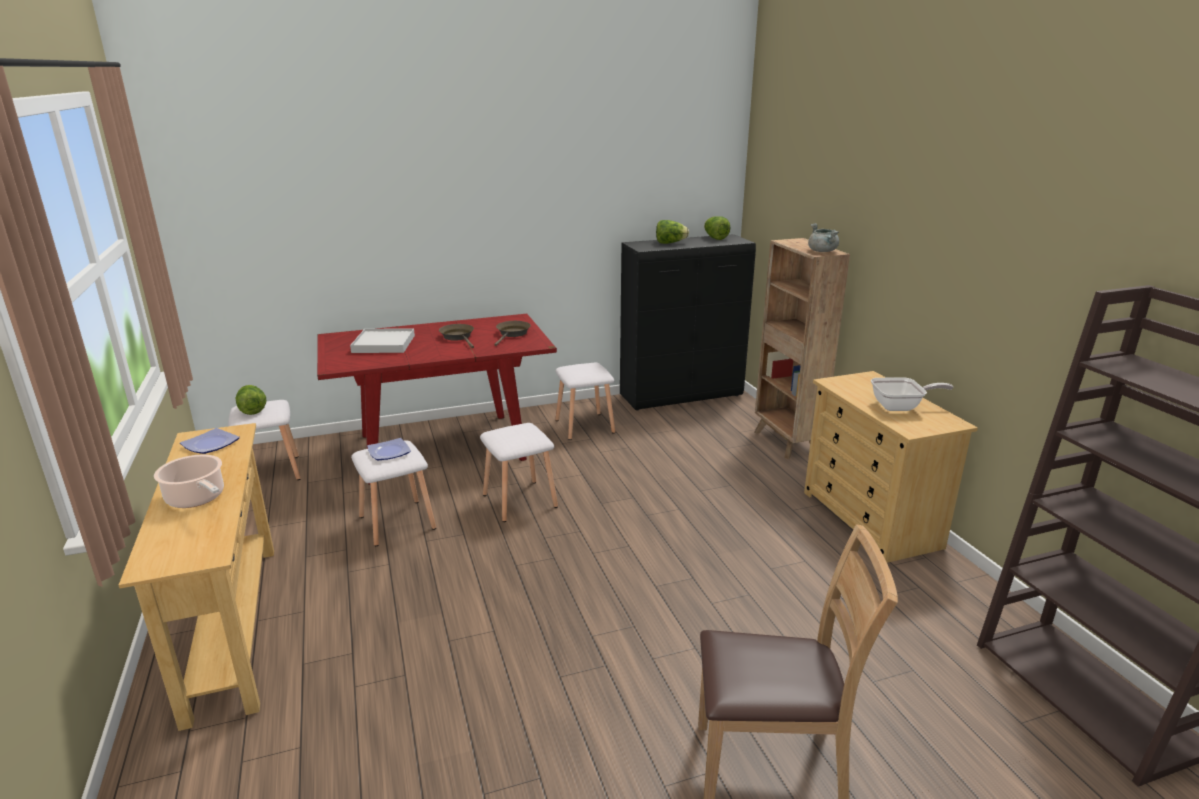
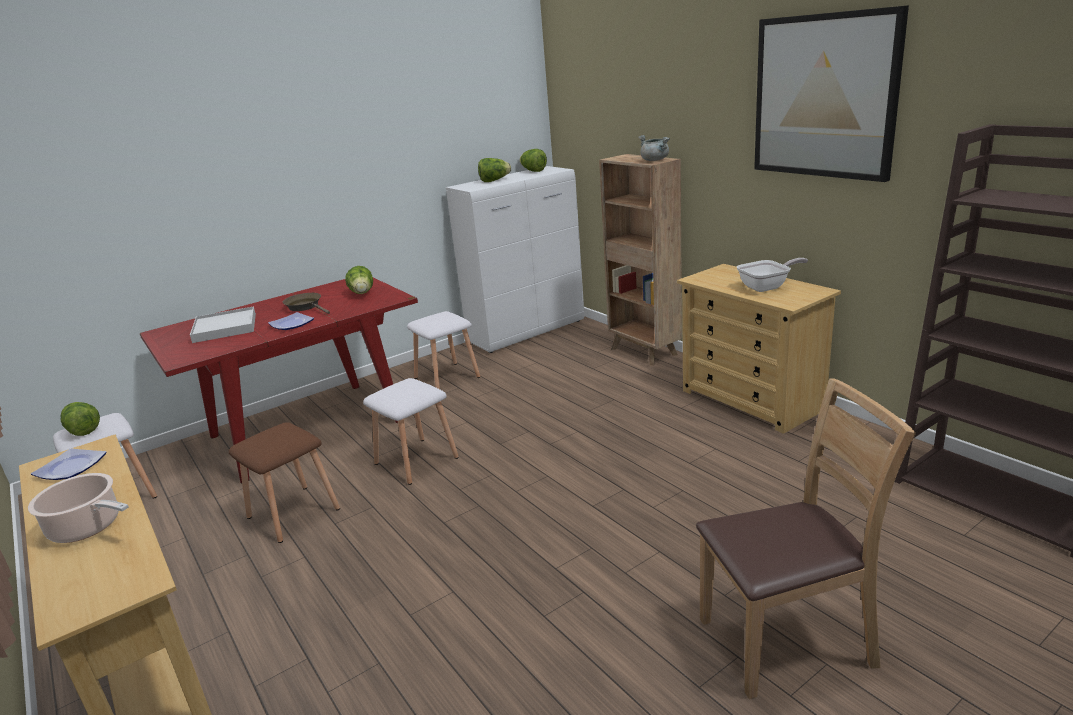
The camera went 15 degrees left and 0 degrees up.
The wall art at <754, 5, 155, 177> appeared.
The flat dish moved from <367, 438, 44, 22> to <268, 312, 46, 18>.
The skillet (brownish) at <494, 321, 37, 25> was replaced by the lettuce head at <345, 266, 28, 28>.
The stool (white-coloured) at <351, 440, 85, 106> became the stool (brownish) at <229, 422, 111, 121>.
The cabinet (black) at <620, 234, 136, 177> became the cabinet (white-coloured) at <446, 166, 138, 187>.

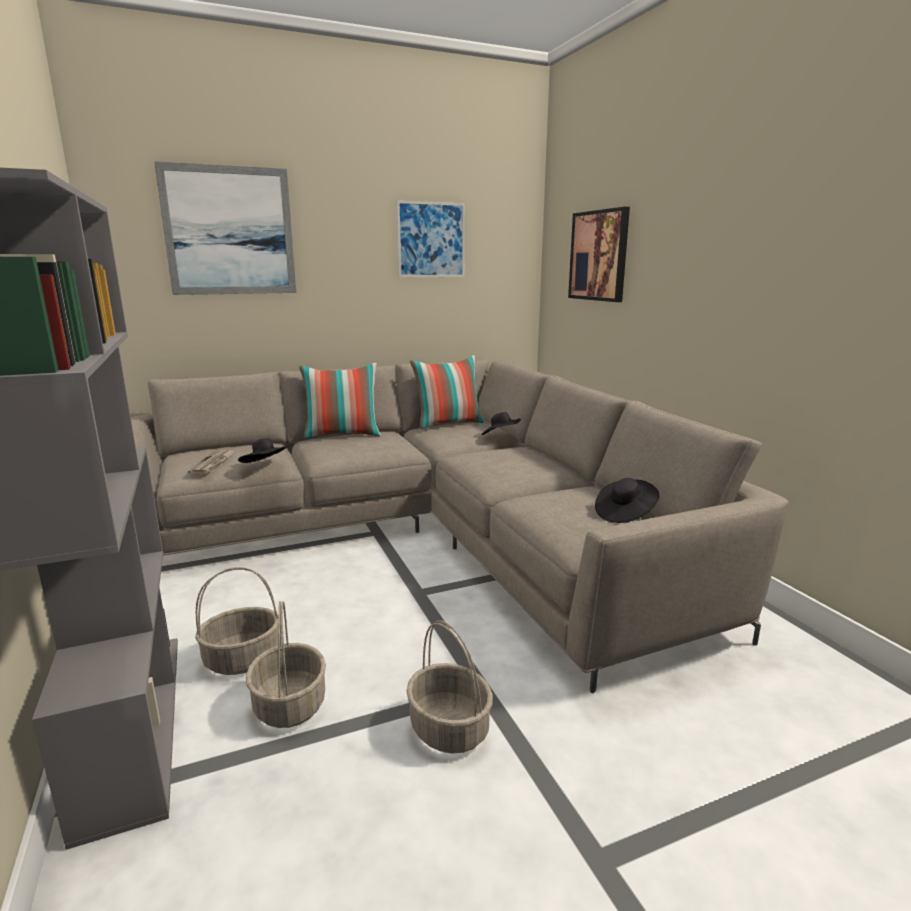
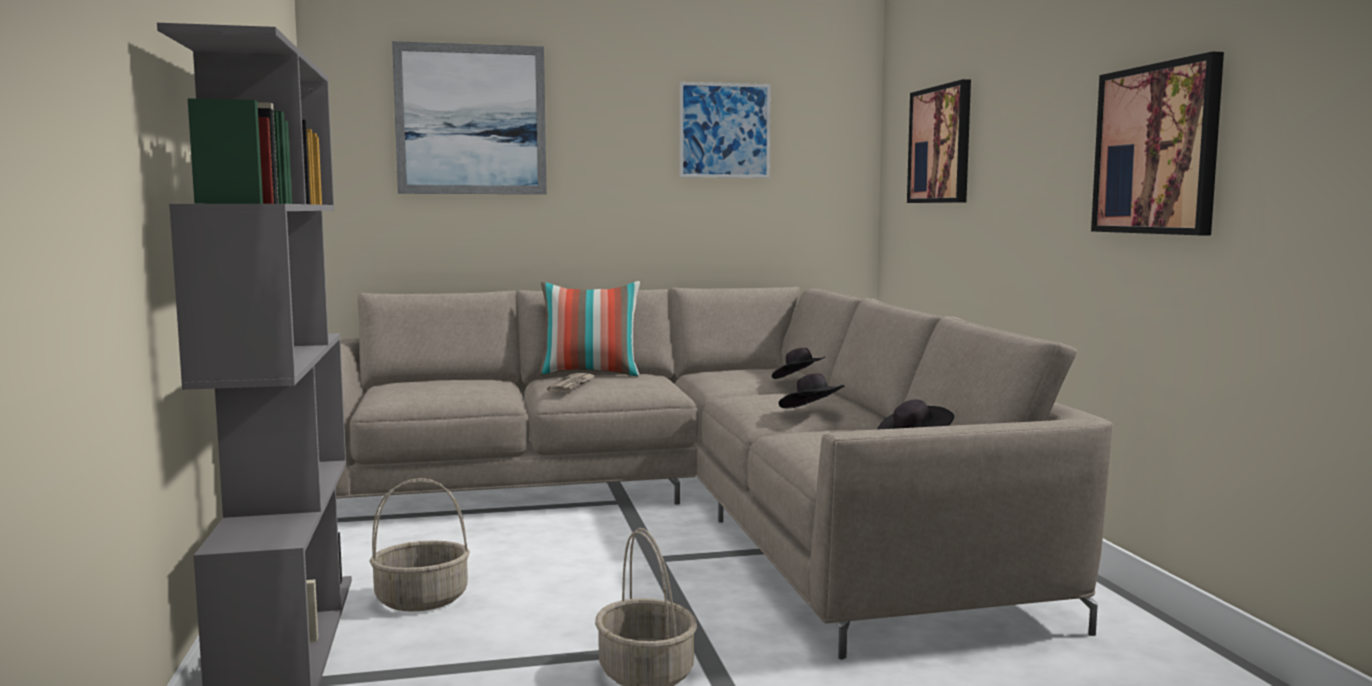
The camera went 10 degrees right and 10 degrees down.
The storage basket at <246, 601, 80, 127> disappeared.
The throw pillow at <410, 355, 74, 74> disappeared.
The wall art at <1091, 52, 133, 183> appeared.
The daily paper moved from <188, 450, 48, 25> to <547, 373, 49, 19>.
The hat (black) moved from <238, 438, 50, 25> to <779, 373, 65, 36>.

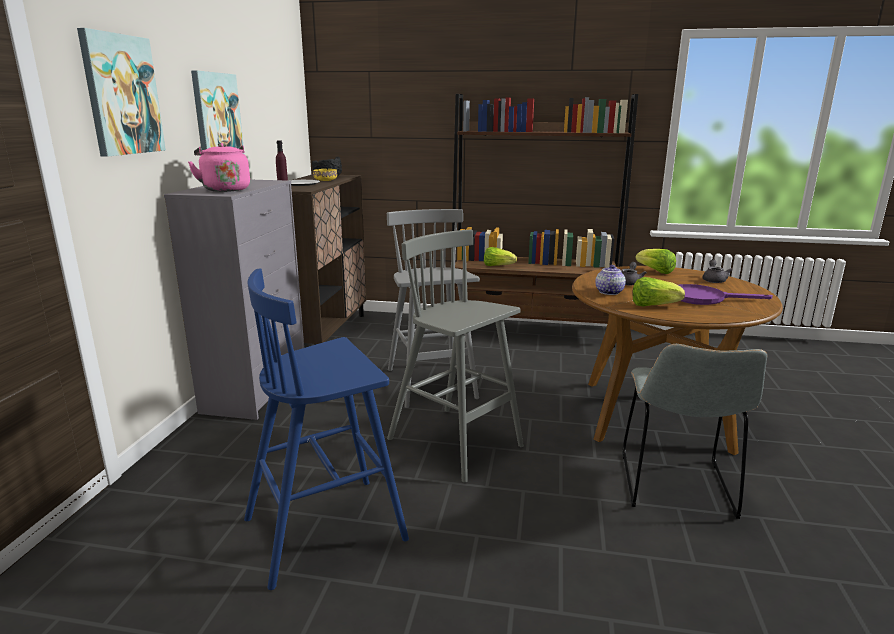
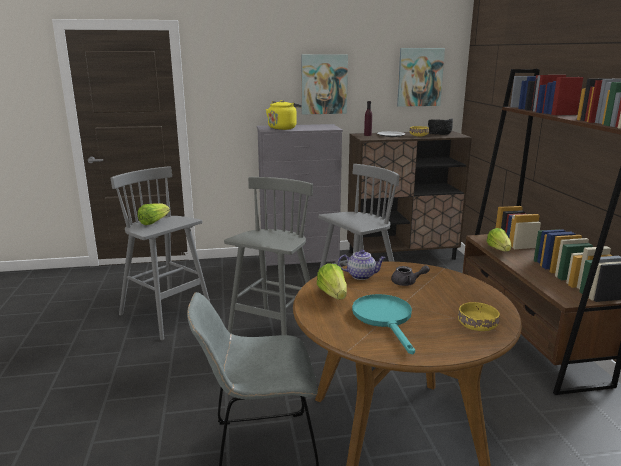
The camera went 70 degrees right and 0 degrees up.
The wall art moved from <77, 28, 89, 129> to <397, 48, 48, 59>.
The lettuce head moved from <635, 249, 41, 25> to <138, 203, 32, 22>.
The pot for tea (gray) at <702, 259, 30, 24> was replaced by the serving bowl (yellow) at <458, 302, 42, 29>.
The kettle (pink) at <188, 143, 62, 49> became the kettle (yellow) at <266, 100, 36, 30>.
The stool (bluish) at <244, 269, 165, 321> became the stool (gray) at <111, 166, 99, 174>.
The skillet (purple) at <679, 284, 94, 21> became the skillet (turquoise) at <352, 294, 63, 60>.

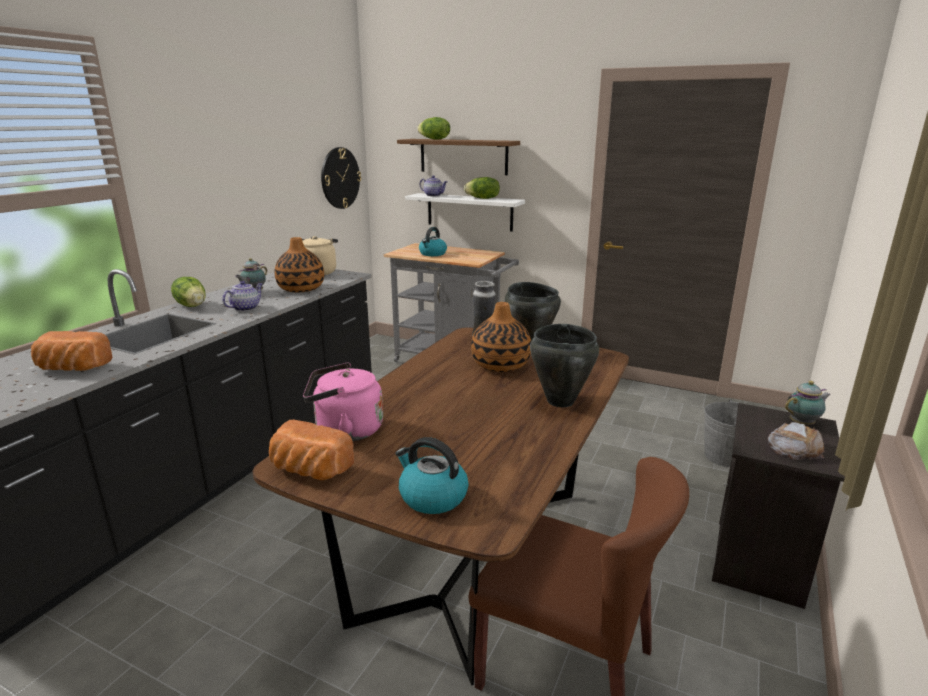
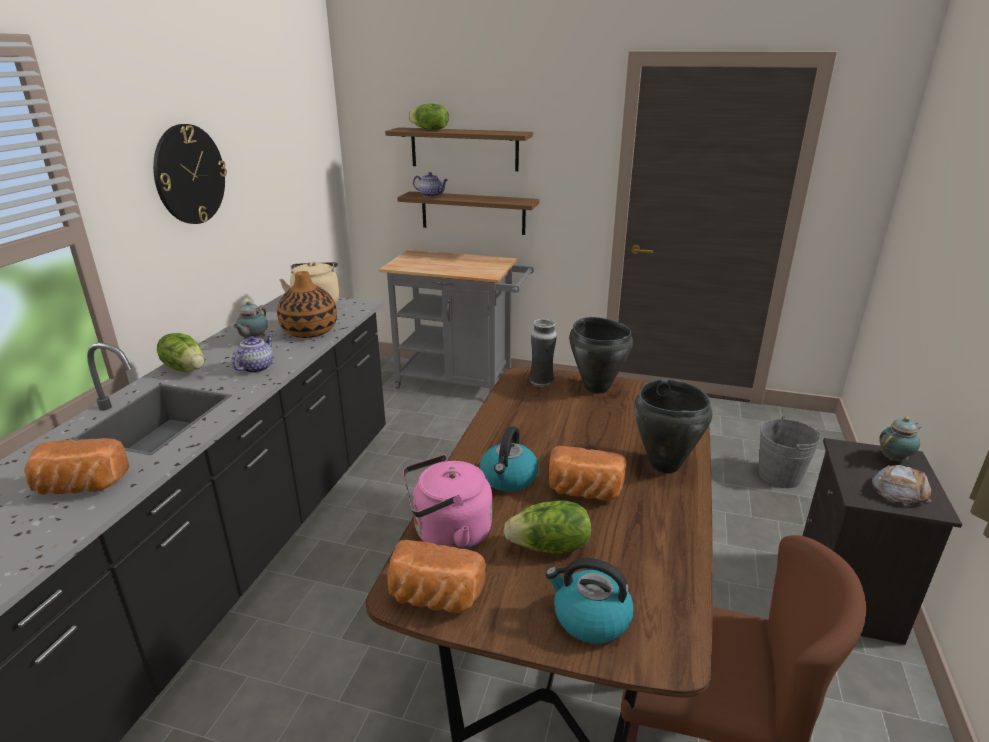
The camera went 10 degrees left and 5 degrees up.
The flower vase at <471, 302, 60, 70> disappeared.
The baked bread at <549, 446, 78, 55> appeared.
The hanging clock moved from <321, 147, 40, 62> to <153, 124, 74, 100>.
The kettle moved from <419, 227, 28, 29> to <480, 426, 59, 66>.
The lettuce head moved from <464, 177, 36, 22> to <504, 500, 87, 54>.
The shelf (white-coloured) at <405, 193, 120, 39> became the shelf (brownish) at <397, 191, 142, 44>.

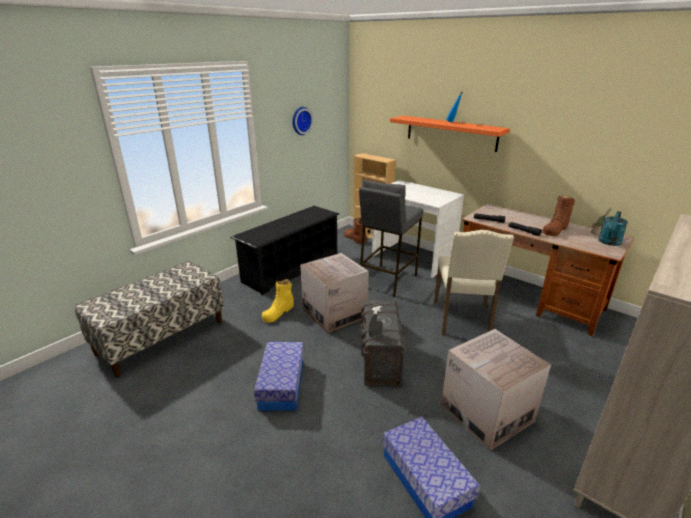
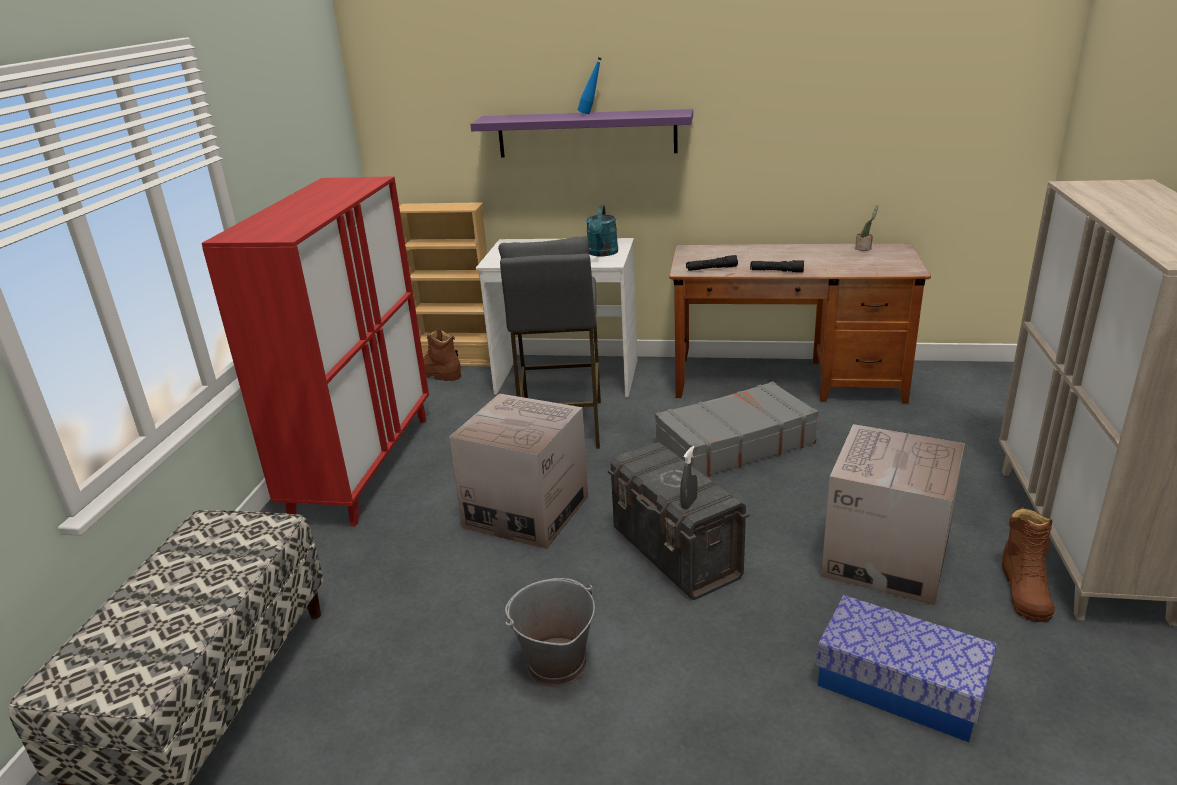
The camera went 30 degrees left and 0 degrees up.
The boot (yellow) at <262, 279, 32, 44> disappeared.
The hanging clock at <292, 107, 21, 28> disappeared.
The boot (brownish) moved from <542, 195, 33, 41> to <1002, 507, 53, 115>.
The watering can (turquoise) moved from <598, 211, 30, 35> to <586, 206, 32, 51>.
The shoe rack (black) at <230, 206, 109, 89> was replaced by the cabinet (red-coloured) at <202, 176, 227, 350>.
The storage container at <254, 342, 50, 69> was replaced by the bucket (gray) at <505, 578, 90, 109>.
The upright chair (beige-coloured) at <434, 230, 80, 106> was replaced by the piece of luggage (gray) at <655, 381, 163, 96>.
The shelf (orange-coloured) at <390, 116, 120, 36> became the shelf (purple) at <470, 109, 223, 49>.

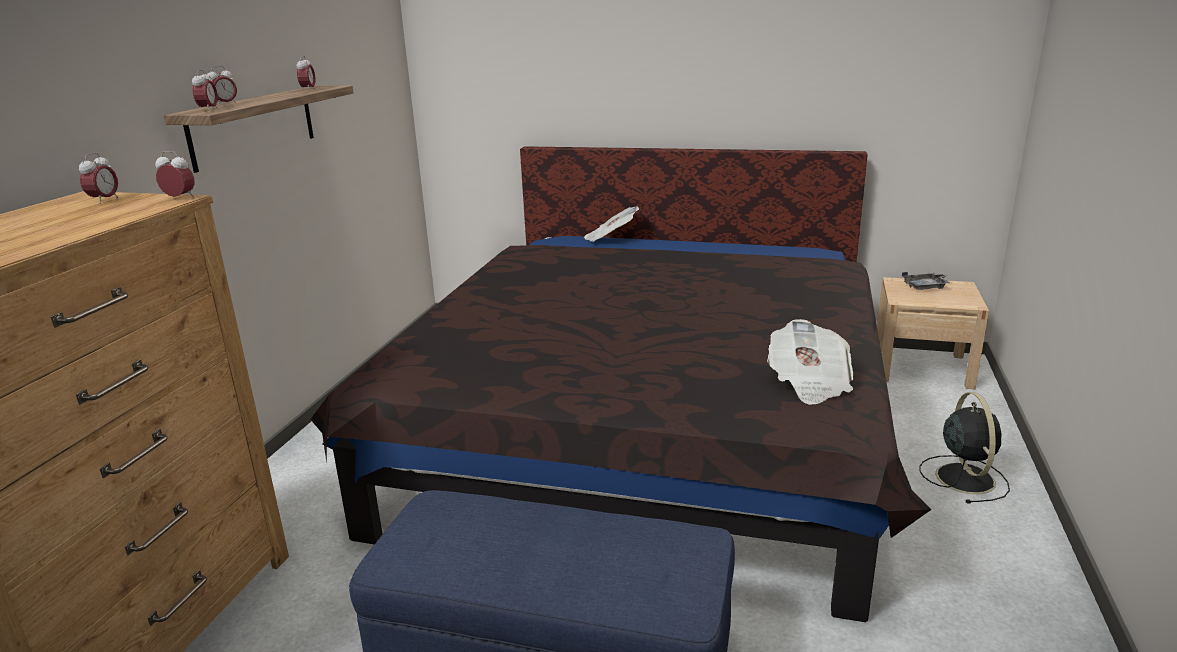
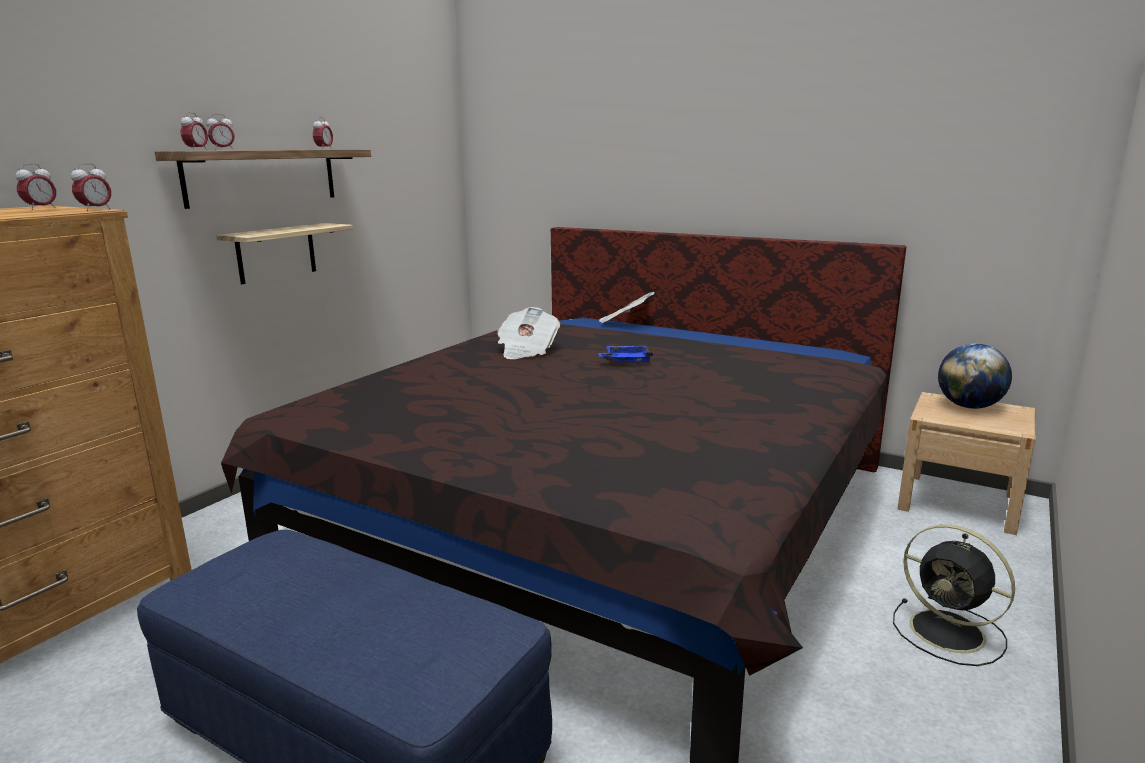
The camera went 15 degrees right and 5 degrees down.
The shelf at <216, 223, 137, 61> appeared.
The tray (bluish) at <598, 346, 55, 16> appeared.
The daily paper moved from <767, 319, 86, 86> to <497, 307, 63, 52>.
The tray (gray) at <902, 272, 48, 18> was replaced by the globe at <938, 344, 74, 65>.
The bedside clock at <155, 151, 40, 47> turned 90 degrees clockwise.
The electric fan (black) at <919, 392, 91, 112> turned 120 degrees clockwise.

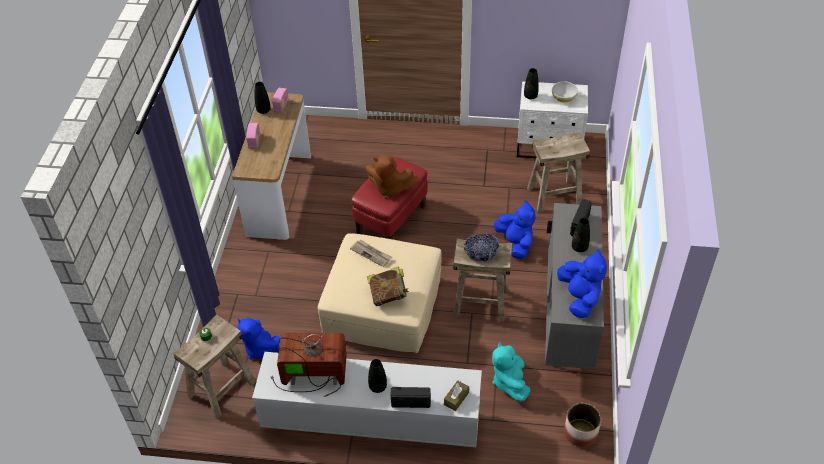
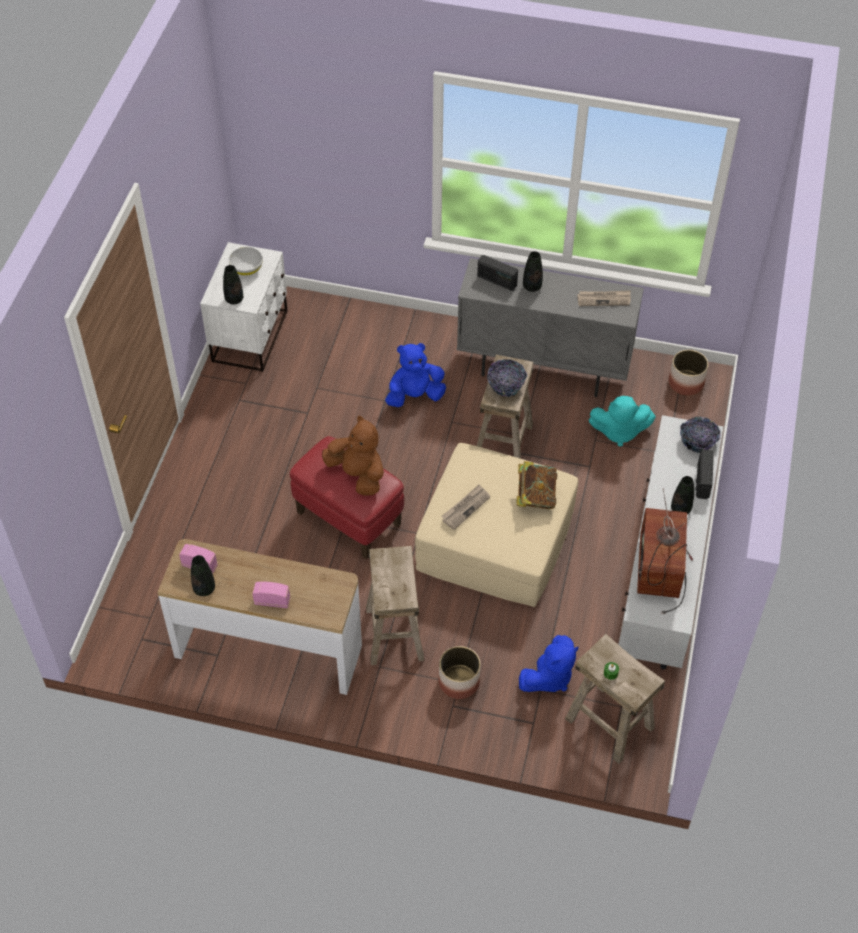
The camera went 85 degrees left and 5 degrees up.
The plant pot at <438, 646, 43, 53> appeared.
The stool (beige-coloured) moved from <527, 132, 63, 81> to <366, 546, 58, 119>.
The tissue holder (brownish) at <444, 380, 25, 31> was replaced by the serving bowl at <680, 417, 41, 36>.
The cuddly toy (bluish) at <557, 249, 50, 69> was replaced by the daily paper at <578, 290, 53, 16>.
The cuddly toy (brownish) at <366, 155, 53, 44> turned 75 degrees counterclockwise.

